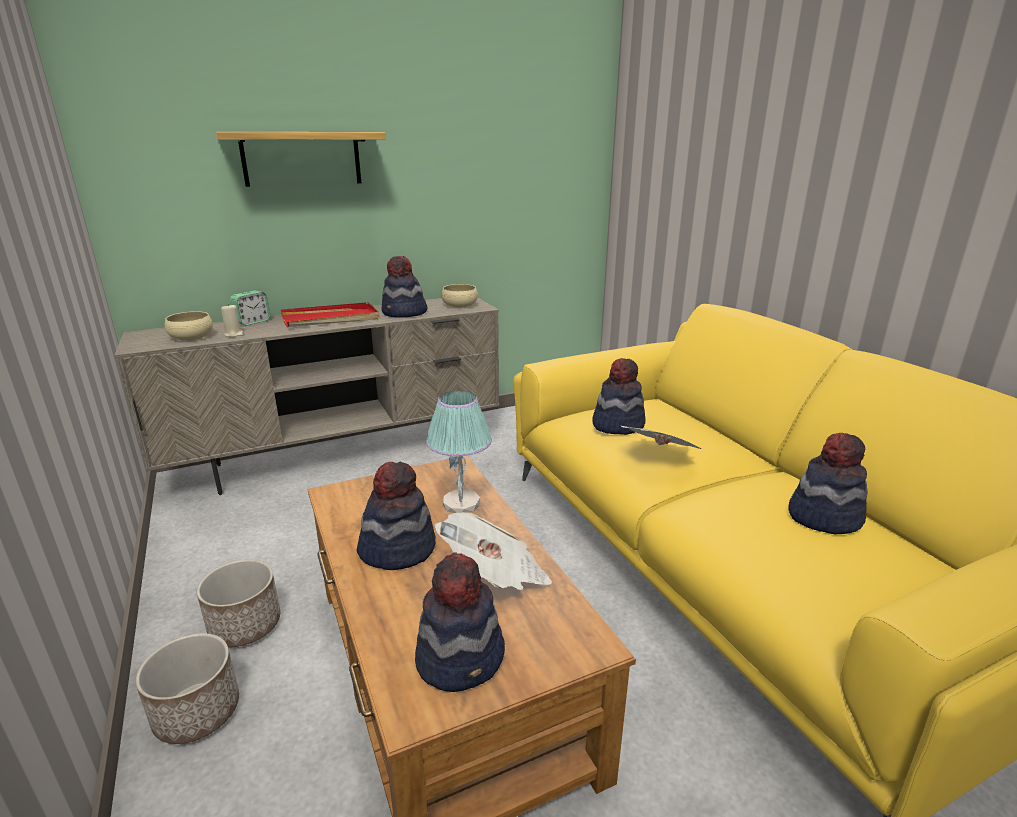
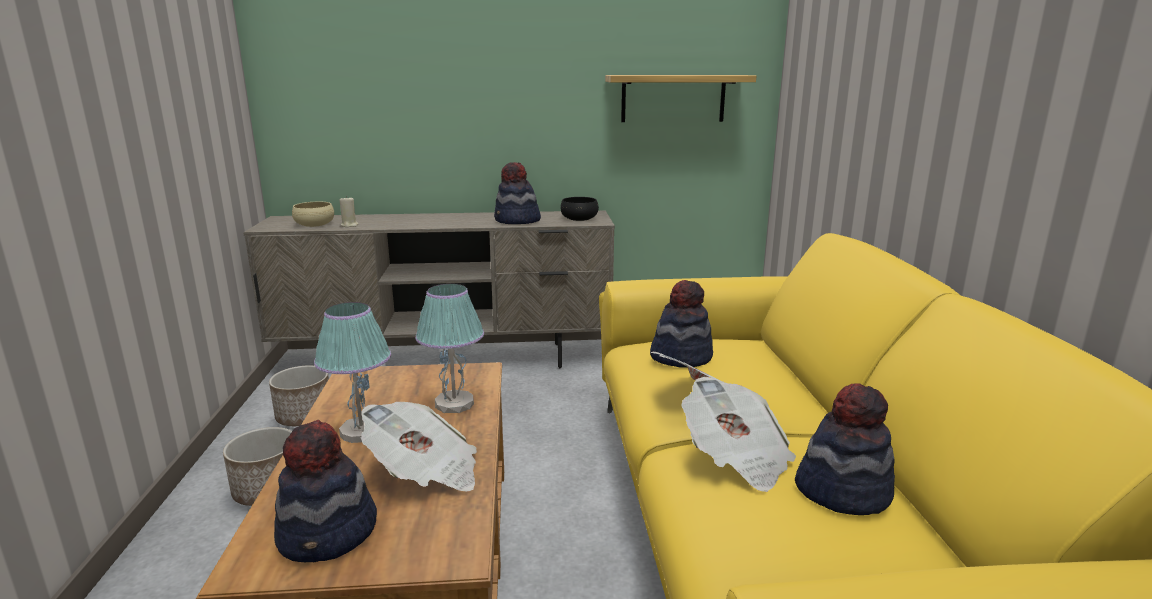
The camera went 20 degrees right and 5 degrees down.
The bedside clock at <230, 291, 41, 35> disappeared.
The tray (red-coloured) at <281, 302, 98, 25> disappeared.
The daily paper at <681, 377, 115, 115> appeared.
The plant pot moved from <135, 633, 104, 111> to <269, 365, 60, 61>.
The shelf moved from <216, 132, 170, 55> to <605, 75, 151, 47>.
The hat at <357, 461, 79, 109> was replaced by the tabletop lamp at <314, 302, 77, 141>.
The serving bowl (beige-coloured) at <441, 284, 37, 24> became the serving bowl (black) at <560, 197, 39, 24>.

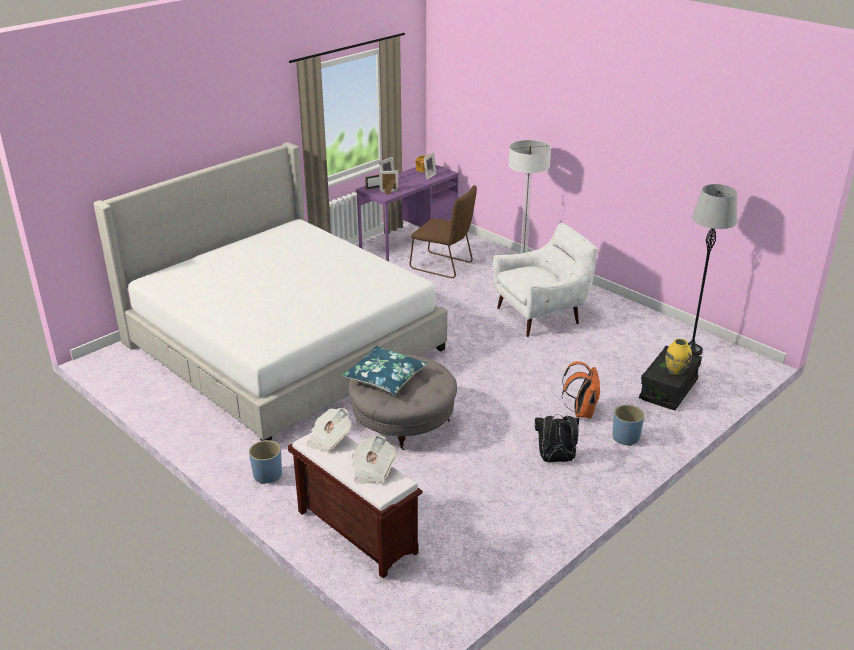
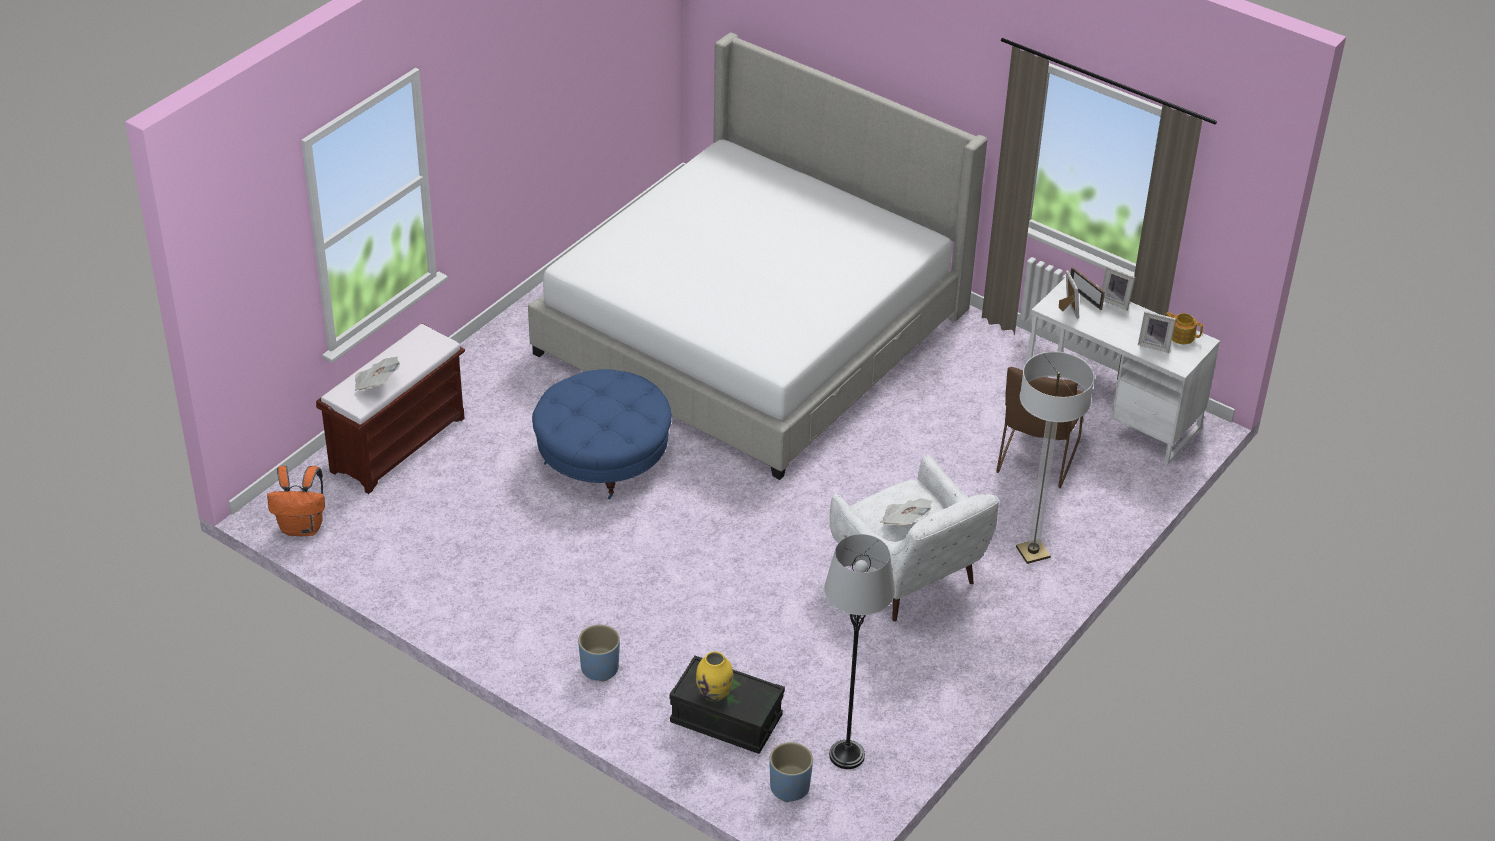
The camera went 80 degrees right and 10 degrees up.
The throw pillow (bluish) at <342, 345, 86, 50> disappeared.
The backpack (black) at <535, 414, 45, 48> disappeared.
The plant pot (bluish) moved from <249, 440, 33, 44> to <770, 742, 43, 60>.
The daily paper moved from <307, 408, 45, 44> to <880, 499, 53, 27>.
The backpack (orange-coloured) moved from <562, 361, 39, 58> to <267, 466, 58, 70>.
The pouffe (gray) at <348, 354, 109, 96> became the pouffe (bluish) at <532, 369, 140, 130>.
The desk unit (purple) at <356, 165, 102, 96> became the desk unit (white-coloured) at <1027, 277, 193, 188>.

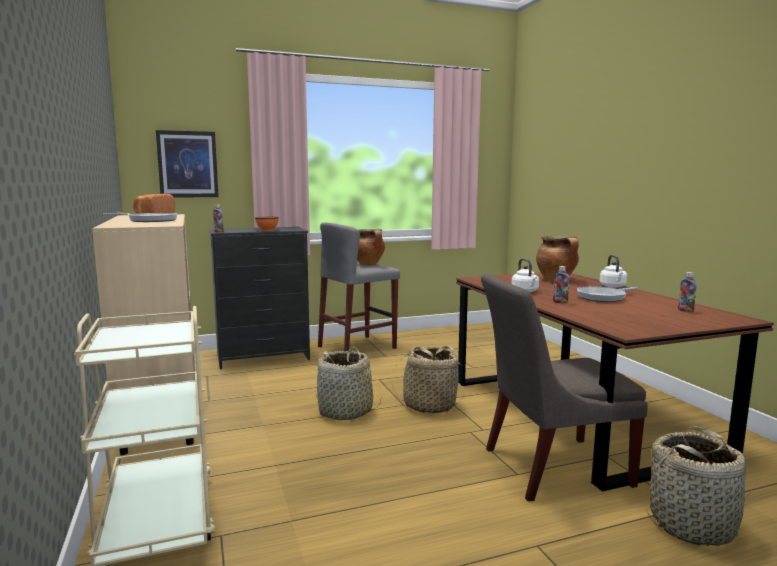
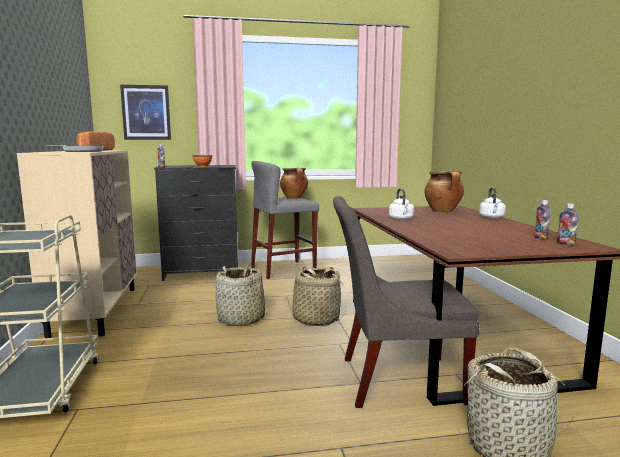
The camera went 10 degrees right and 0 degrees up.
The skillet at <577, 286, 60, 16> disappeared.
The beverage bottle moved from <553, 266, 17, 38> to <557, 203, 22, 42>.

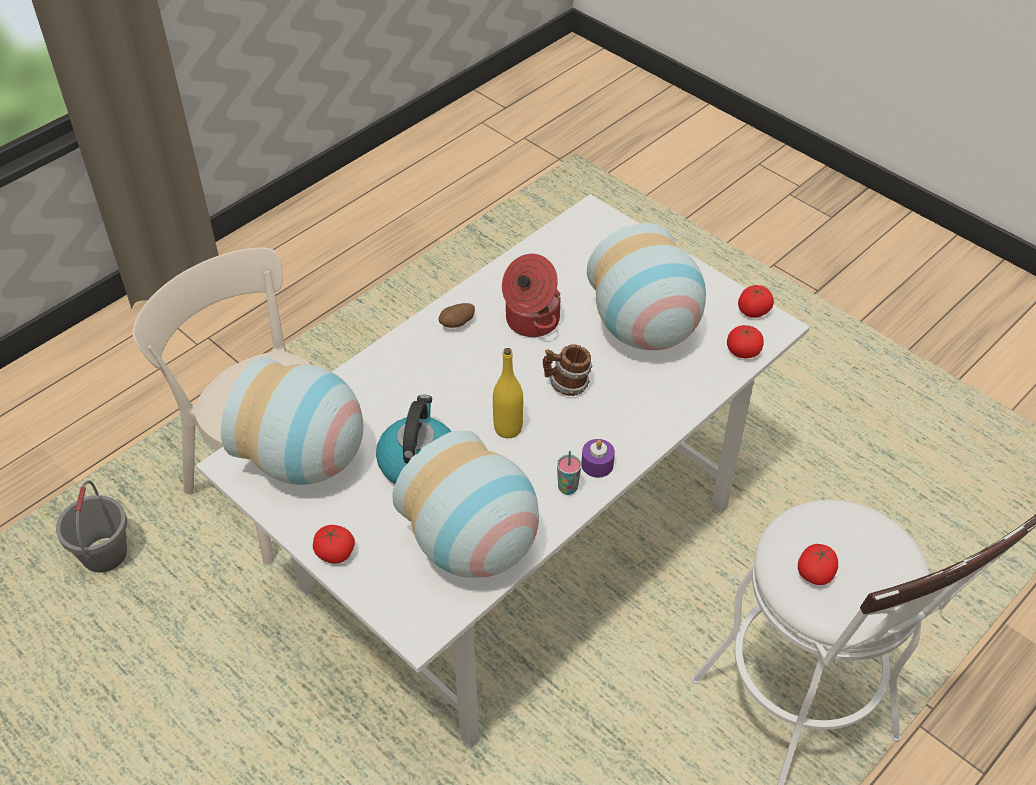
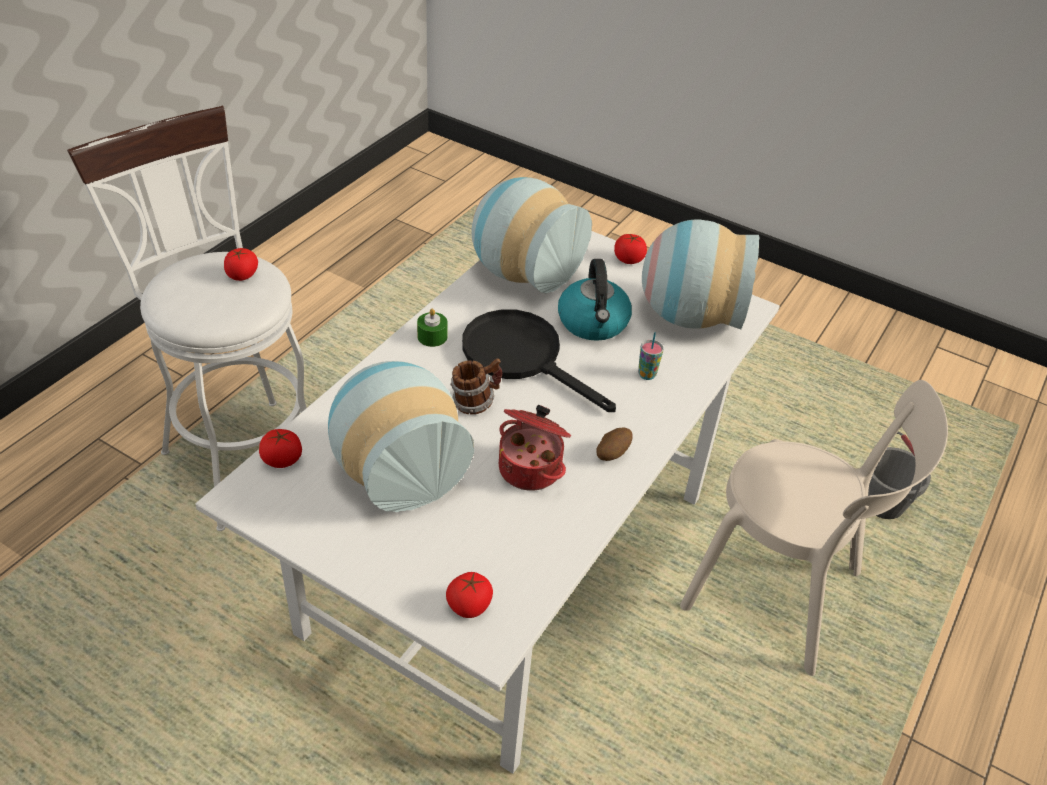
The camera went 165 degrees right and 5 degrees down.
The small cup moved from <557, 451, 25, 44> to <638, 332, 26, 48>.
The tomato moved from <738, 285, 36, 33> to <446, 572, 47, 46>.
The beverage bottle (yellow) at <493, 348, 30, 90> was replaced by the skillet (black) at <462, 309, 154, 103>.
The candle (purple) at <581, 439, 34, 39> became the candle (greenish) at <417, 309, 31, 38>.

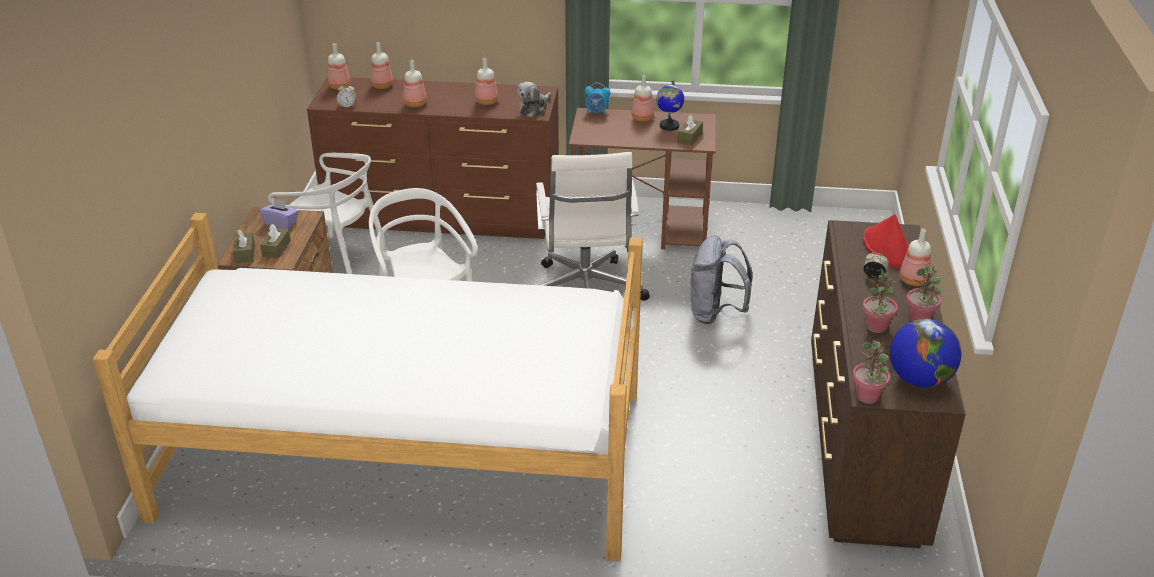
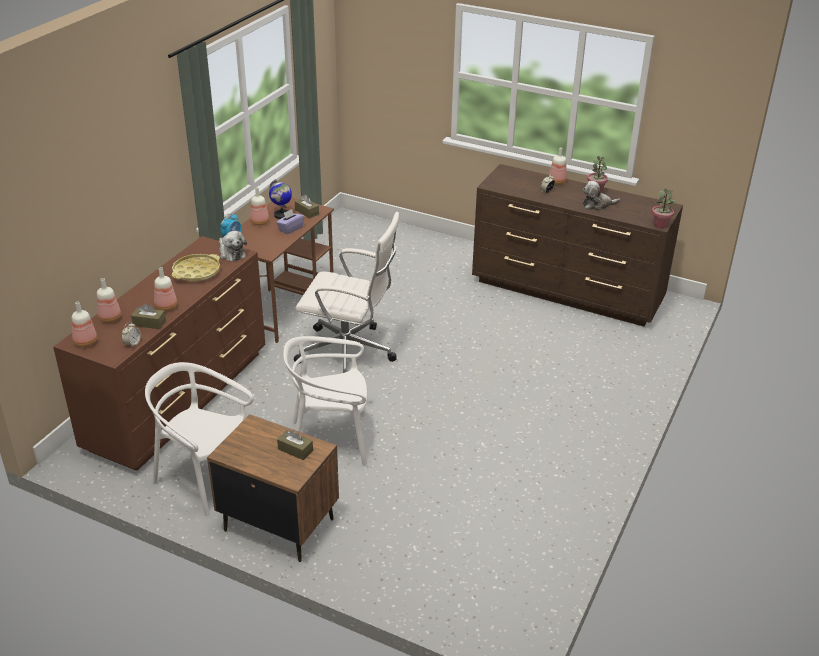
The camera went 70 degrees left and 0 degrees up.
The sleeping bed at <92, 213, 551, 348> disappeared.
The backpack (gray) at <691, 236, 62, 88> disappeared.
The hat (red-coloured) at <863, 214, 46, 55> disappeared.
The globe at <890, 319, 71, 69> disappeared.
The tissue holder (brownish) moved from <233, 230, 22, 33> to <131, 303, 35, 26>.
The tissue holder (purple) moved from <259, 198, 40, 31> to <276, 209, 28, 25>.
The beverage bottle at <475, 58, 23, 47> was replaced by the tray (yellow) at <172, 254, 48, 27>.
The houseplant at <863, 269, 35, 64> was replaced by the cuddly toy at <583, 181, 37, 30>.
The upright chair (white-coloured) at <268, 153, 119, 121> turned 105 degrees counterclockwise.

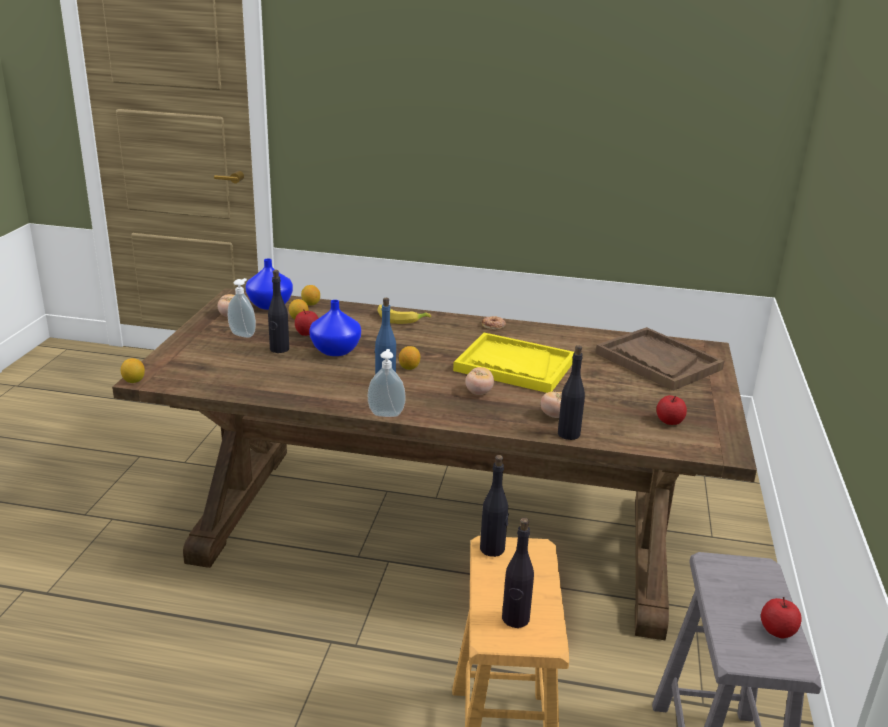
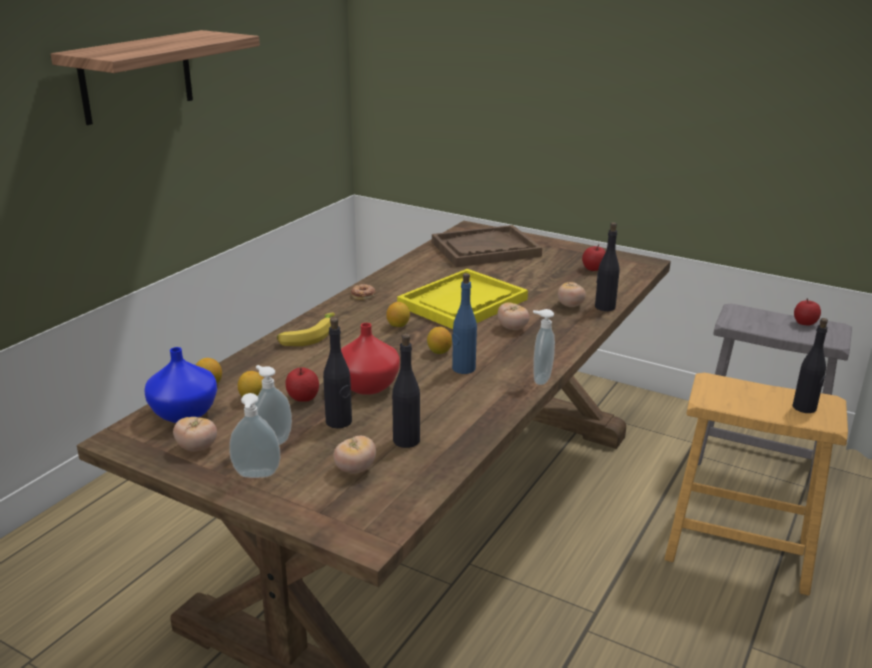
The camera went 70 degrees left and 0 degrees up.
The shelf at <51, 30, 209, 95> appeared.
The soap bottle at <229, 393, 51, 85> appeared.
The tomato at <333, 436, 43, 37> appeared.
The citrus fruit moved from <121, 358, 24, 25> to <386, 302, 24, 25>.
The beverage bottle (black) moved from <480, 455, 29, 102> to <392, 334, 28, 114>.
The flower vase (bluish) at <309, 300, 52, 56> became the flower vase (red-coloured) at <341, 323, 59, 72>.

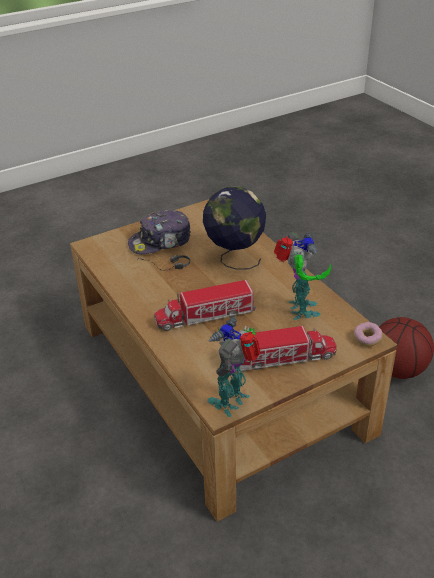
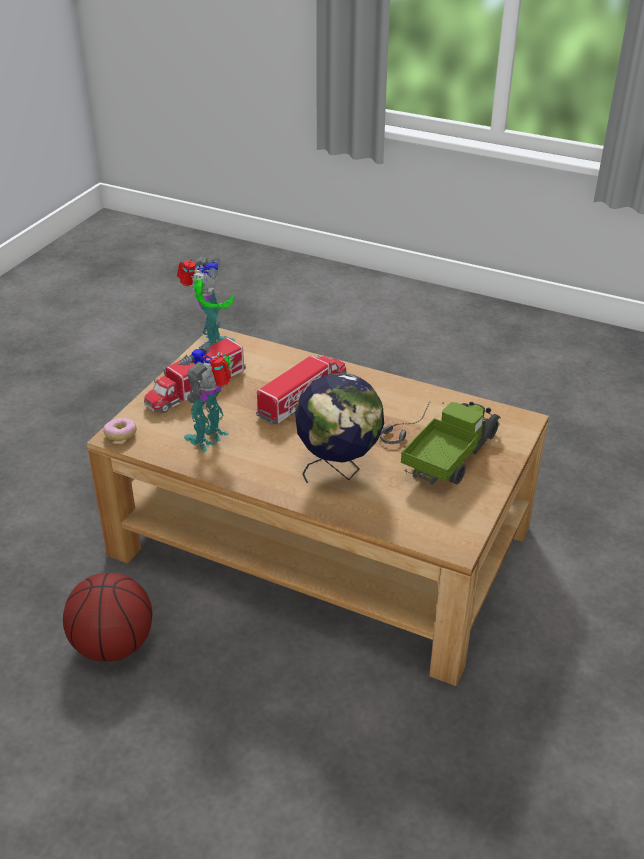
The camera went 145 degrees right and 0 degrees up.
The peaked cap at <128, 210, 63, 44> was replaced by the toy lorry at <401, 401, 100, 84>.
The toy robot at <274, 232, 57, 88> turned 75 degrees clockwise.

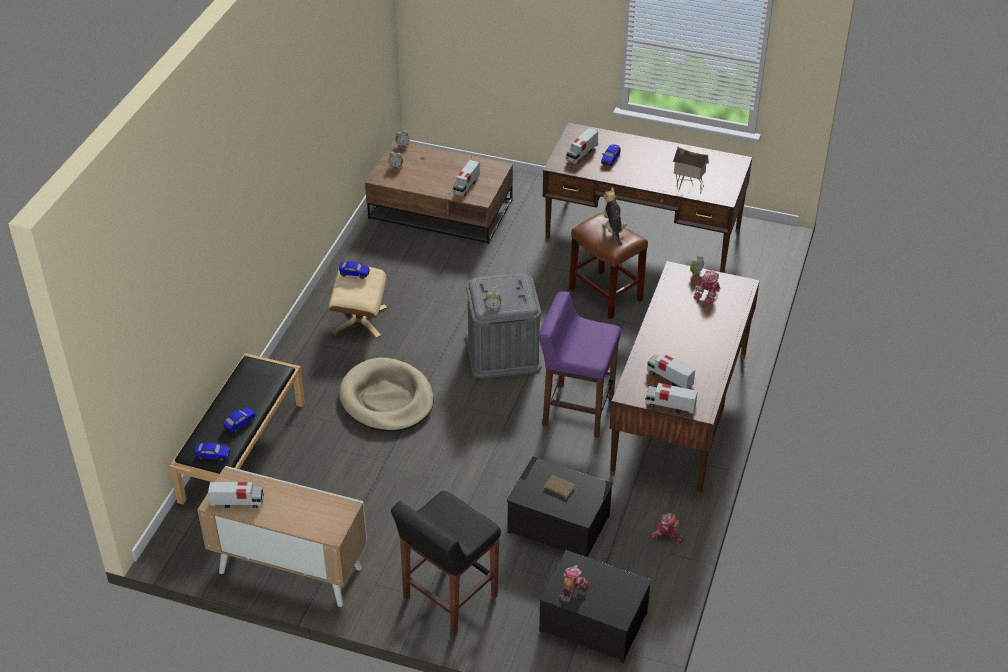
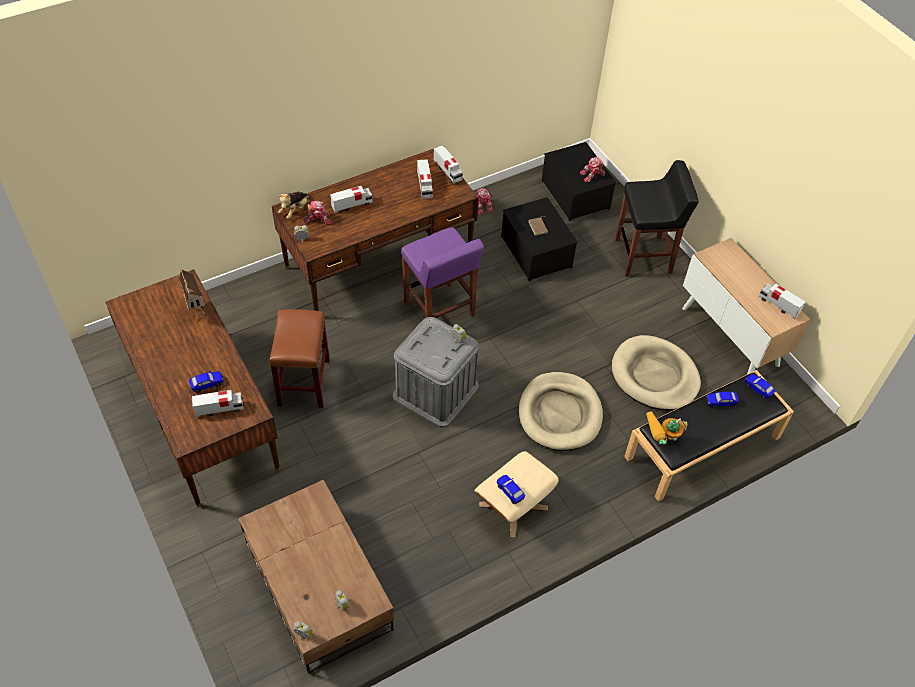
The camera went 140 degrees left and 10 degrees up.
The dog bed (beige-coloured) at <612, 335, 89, 75> appeared.
The toy robot at <646, 411, 42, 34> appeared.
The toy lorry moved from <453, 160, 27, 37> to <330, 186, 43, 27>.
The cuddly toy moved from <603, 187, 24, 58> to <278, 191, 32, 28>.

